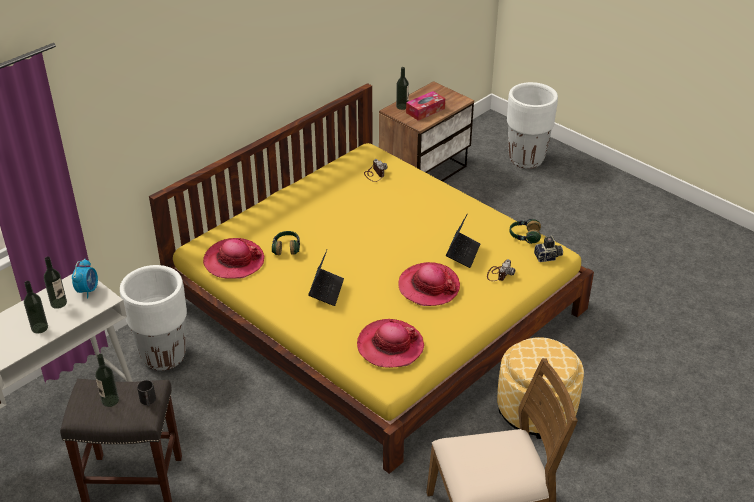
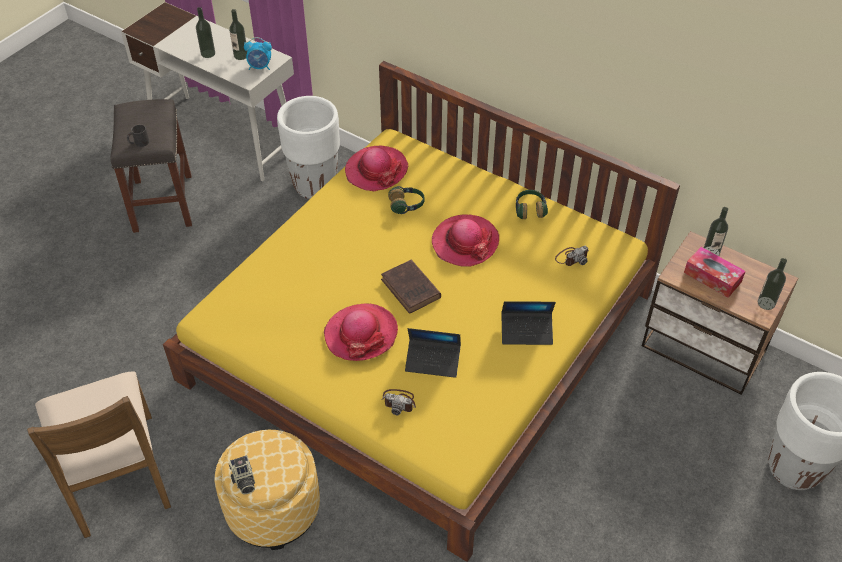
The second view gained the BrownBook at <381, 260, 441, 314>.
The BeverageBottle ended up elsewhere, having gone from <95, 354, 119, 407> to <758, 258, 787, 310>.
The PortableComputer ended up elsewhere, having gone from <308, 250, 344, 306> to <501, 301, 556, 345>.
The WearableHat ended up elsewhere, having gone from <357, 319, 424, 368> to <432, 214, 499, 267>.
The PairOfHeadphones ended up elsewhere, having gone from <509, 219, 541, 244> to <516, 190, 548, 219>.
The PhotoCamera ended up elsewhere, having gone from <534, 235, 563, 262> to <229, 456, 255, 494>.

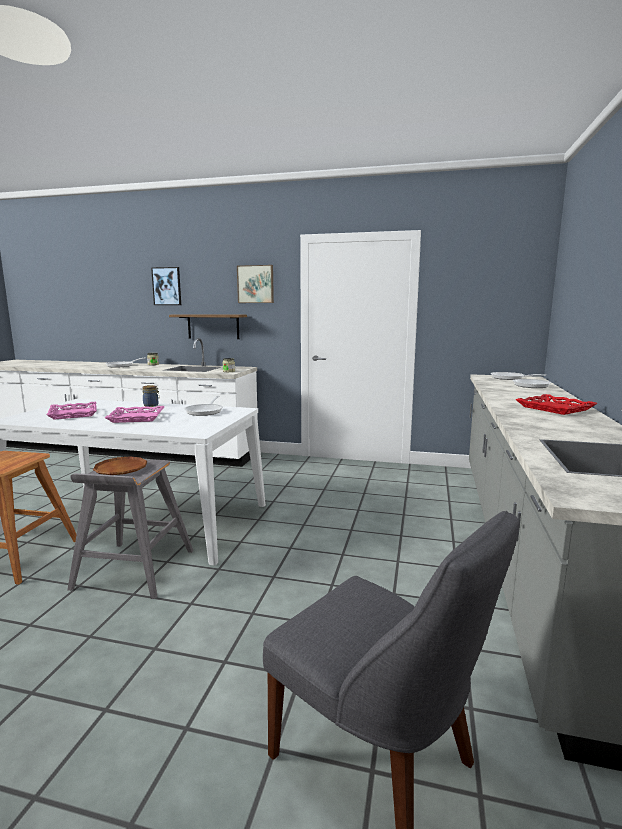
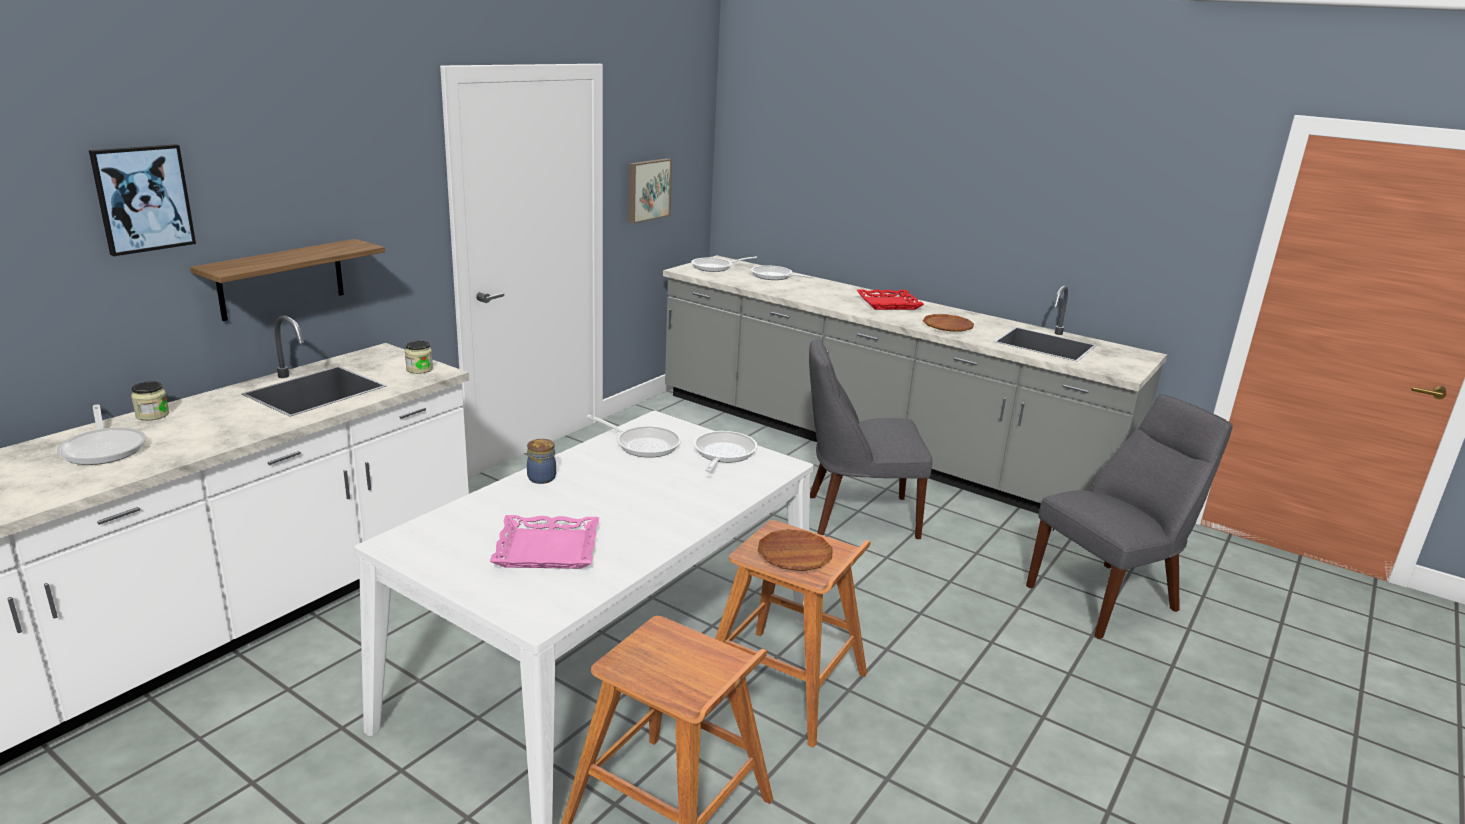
The second view lost the PinkishCarryingTray at <105, 406, 165, 423>.
The second view gained the Skillet at <693, 431, 757, 472>.
The second view gained the GrayPlainChair at <809, 339, 933, 539>.
The second view gained the BrownFlatDish at <923, 314, 974, 331>.
The Picture ended up elsewhere, having gone from <237, 265, 274, 303> to <629, 158, 672, 223>.
What was the GrayStoolSeat at <67, 459, 193, 599> turned into the BrownStoolSeat at <715, 520, 871, 748>.

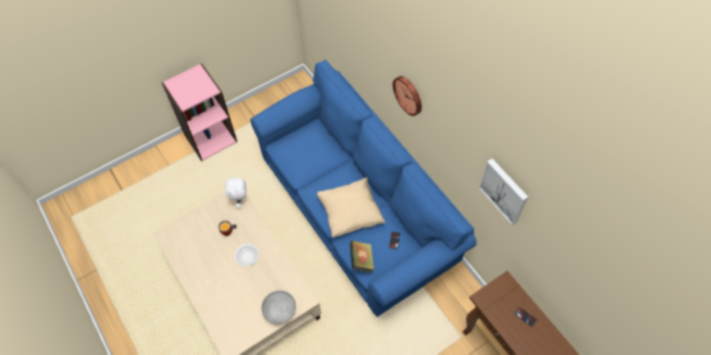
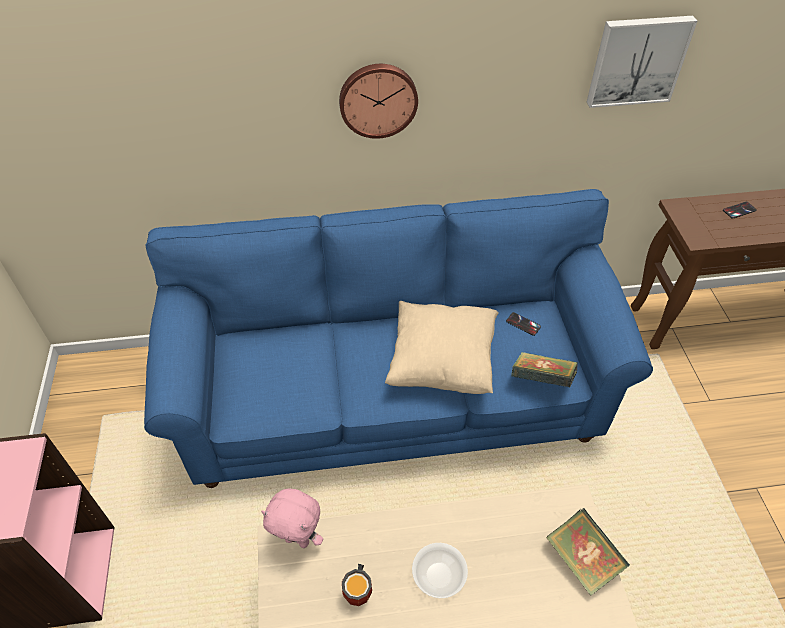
Where the GrayDeepDish stood at <261, 291, 296, 324>, the Book came to stand at <546, 508, 630, 596>.
What was the WhiteColouredCuddlyToy at <225, 177, 246, 208> turned into the PinkishCuddlyToy at <261, 488, 323, 548>.

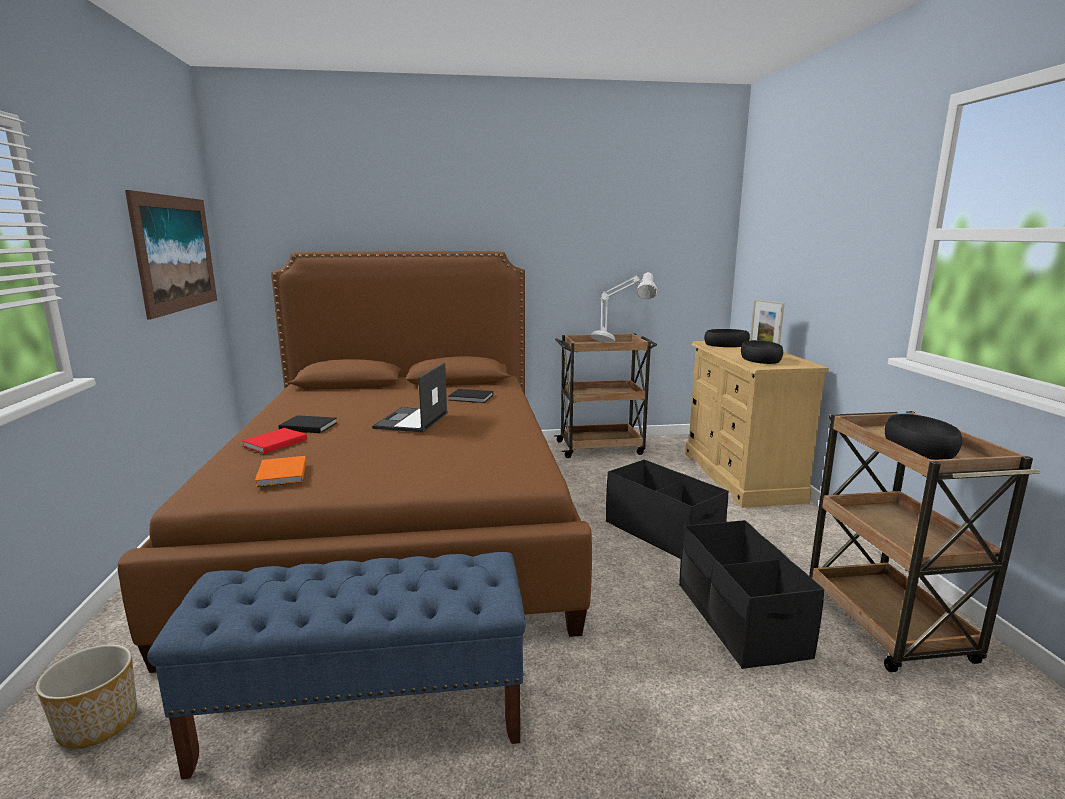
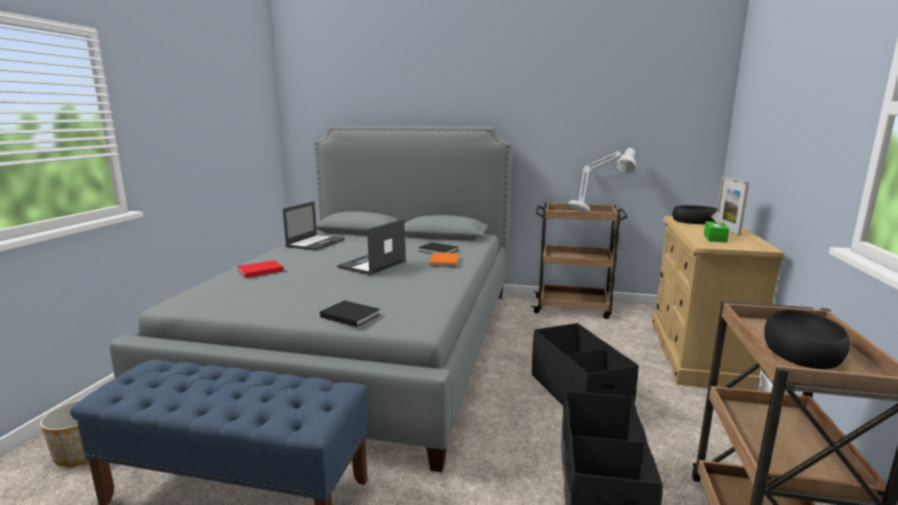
The second view lost the Picture at <125, 190, 217, 319>.
The second view gained the PortableComputer at <283, 201, 345, 251>.
The OrangeBook ended up elsewhere, having gone from <255, 456, 306, 487> to <430, 253, 458, 267>.
The BlackishBook ended up elsewhere, having gone from <279, 415, 337, 433> to <320, 300, 380, 327>.
Where the BlackishDeepDish stood at <741, 340, 783, 364>, the GreenColouredTissueBox came to stand at <704, 212, 729, 243>.
What was the BrownBed at <118, 251, 592, 673> turned into the GrayBed at <109, 126, 512, 472>.

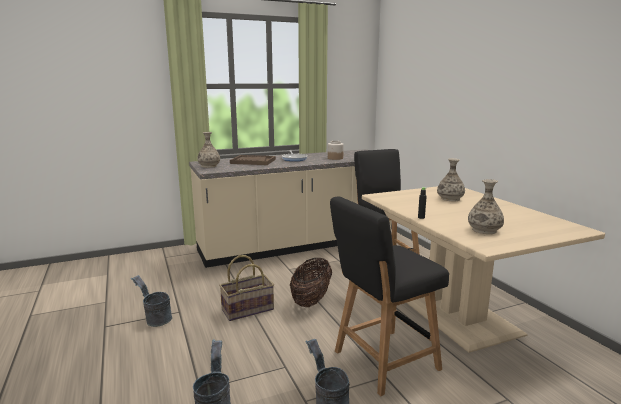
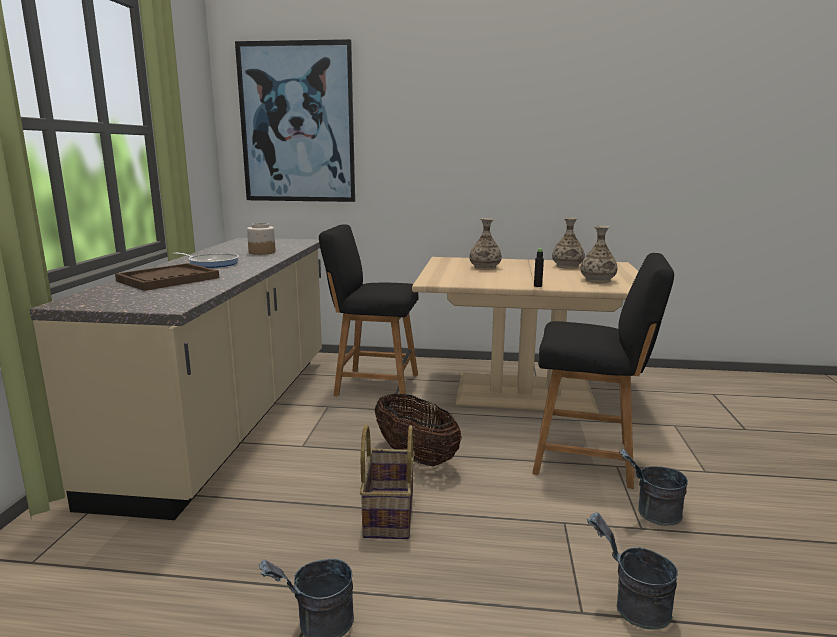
The second view gained the Picture at <235, 39, 355, 202>.
The DecorativeVase ended up elsewhere, having gone from <197, 132, 220, 168> to <552, 217, 585, 269>.
The BlackishPlainChair at <330, 197, 449, 396> ended up facing another way, 75 degrees counterclockwise from before.

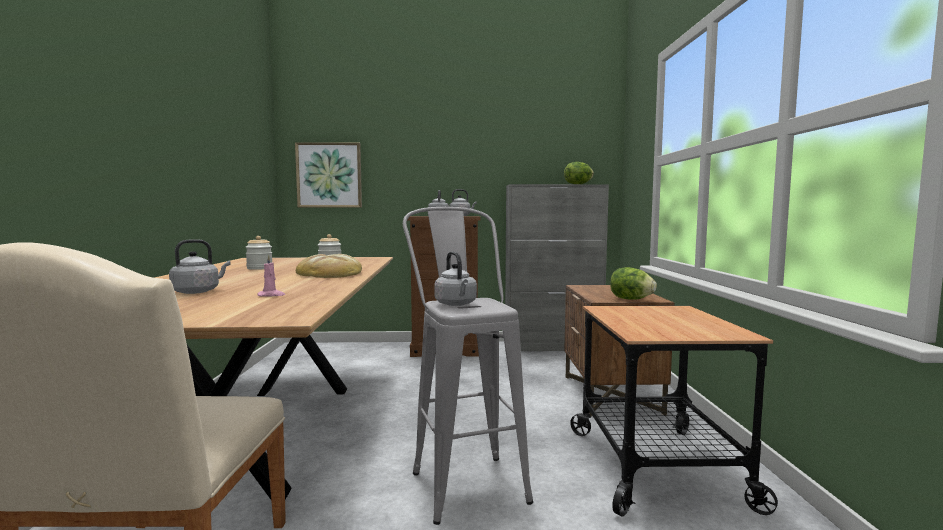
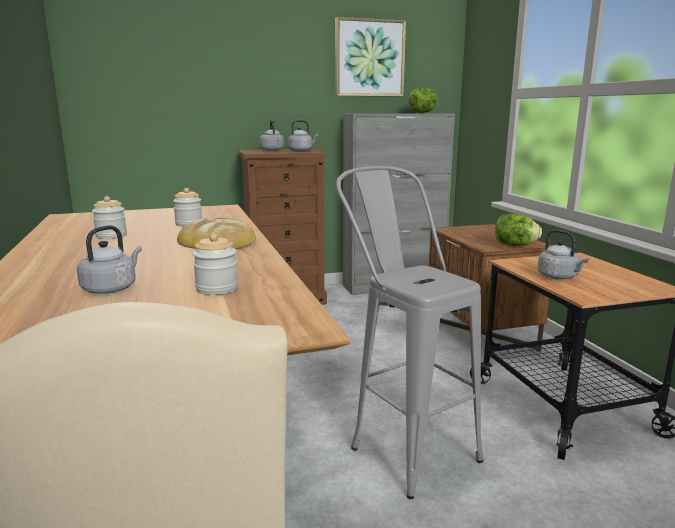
The Picture ended up elsewhere, having gone from <295, 142, 362, 208> to <335, 17, 406, 97>.
The GrayKettle ended up elsewhere, having gone from <434, 251, 477, 306> to <537, 229, 589, 280>.
Where the PinkishCandle stood at <258, 255, 285, 296>, the StorageJar came to stand at <193, 233, 238, 295>.

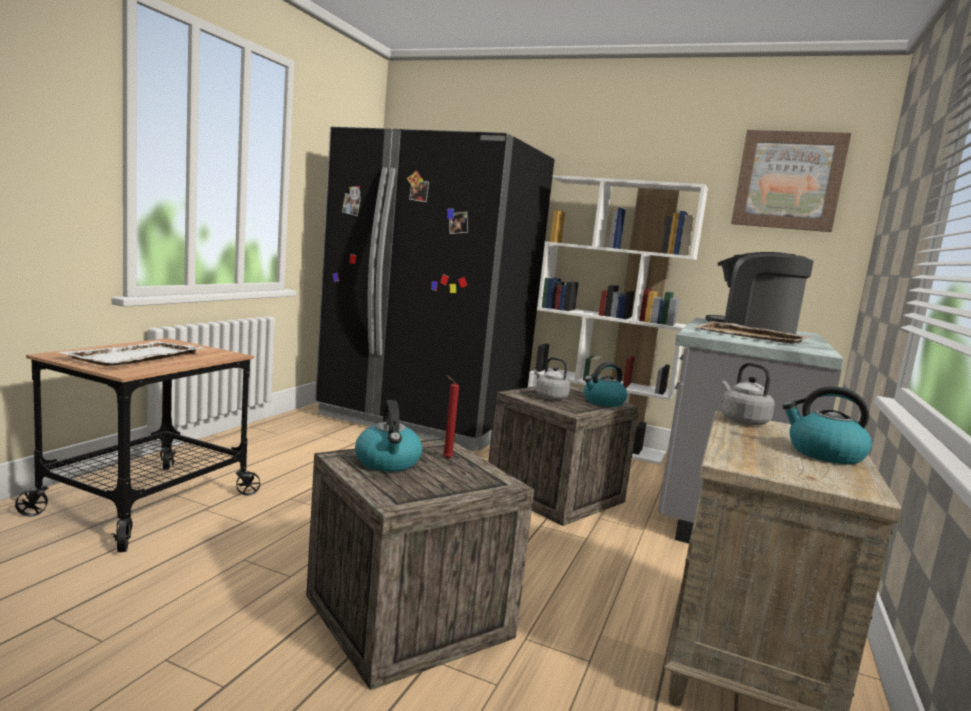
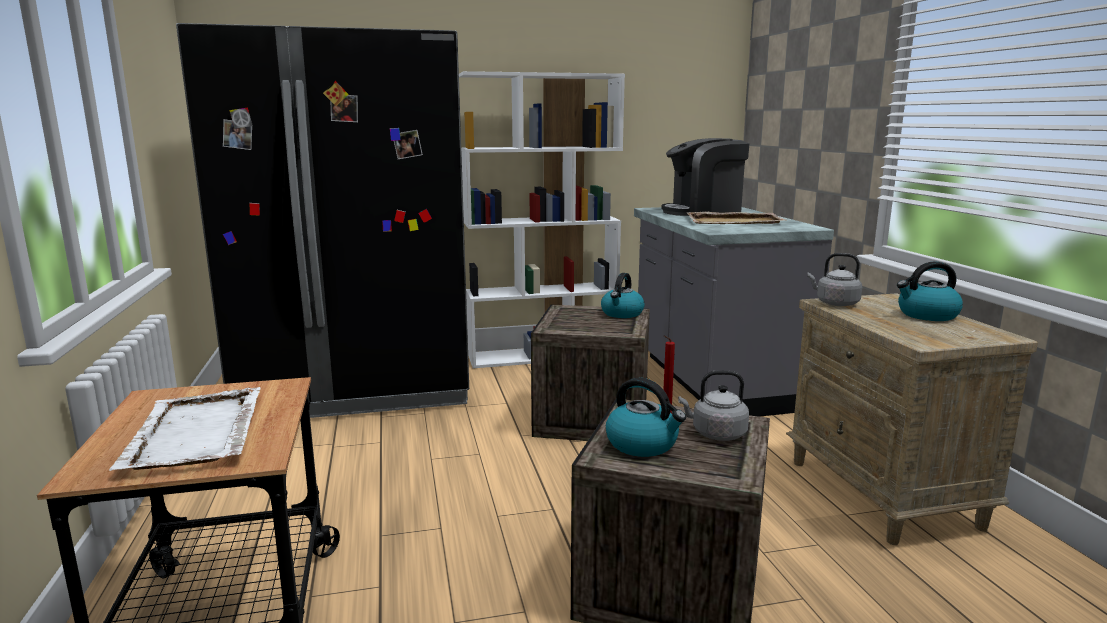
The second view lost the Picture at <731, 130, 851, 232>.
The GrayKettle ended up elsewhere, having gone from <534, 357, 570, 400> to <678, 370, 749, 441>.

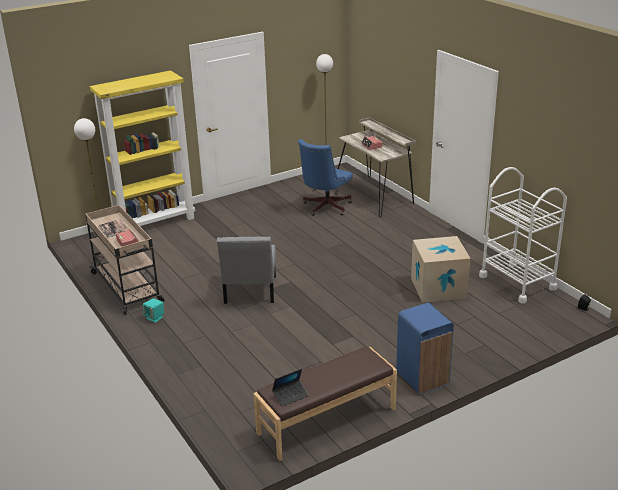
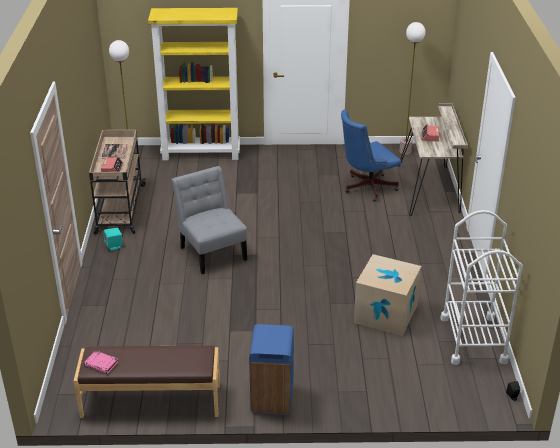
Where the PortableComputer stood at <272, 369, 309, 407>, the PinkishBook came to stand at <84, 351, 118, 374>.
The GrayPlainChair at <217, 236, 276, 304> ended up facing another way, 120 degrees clockwise from before.

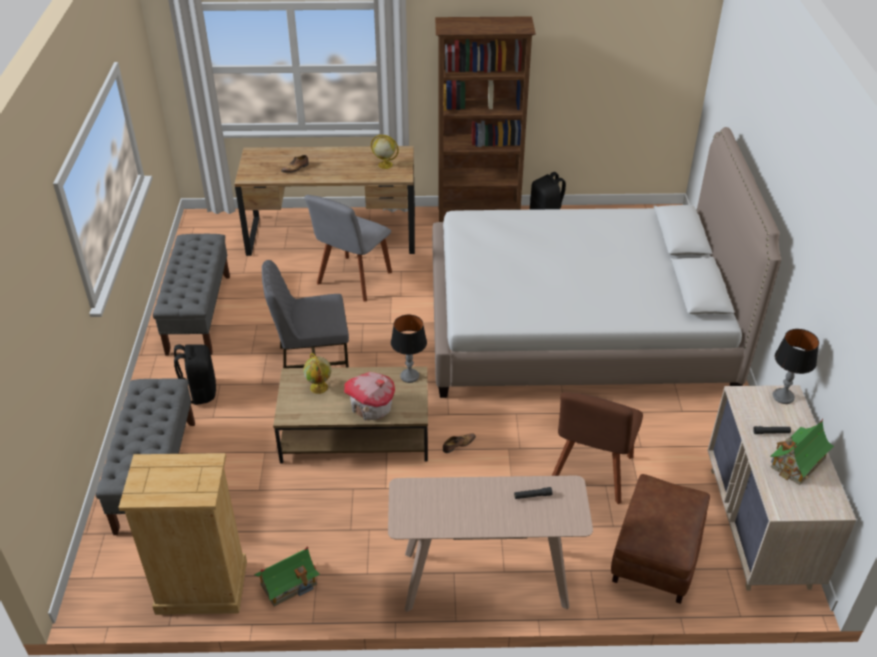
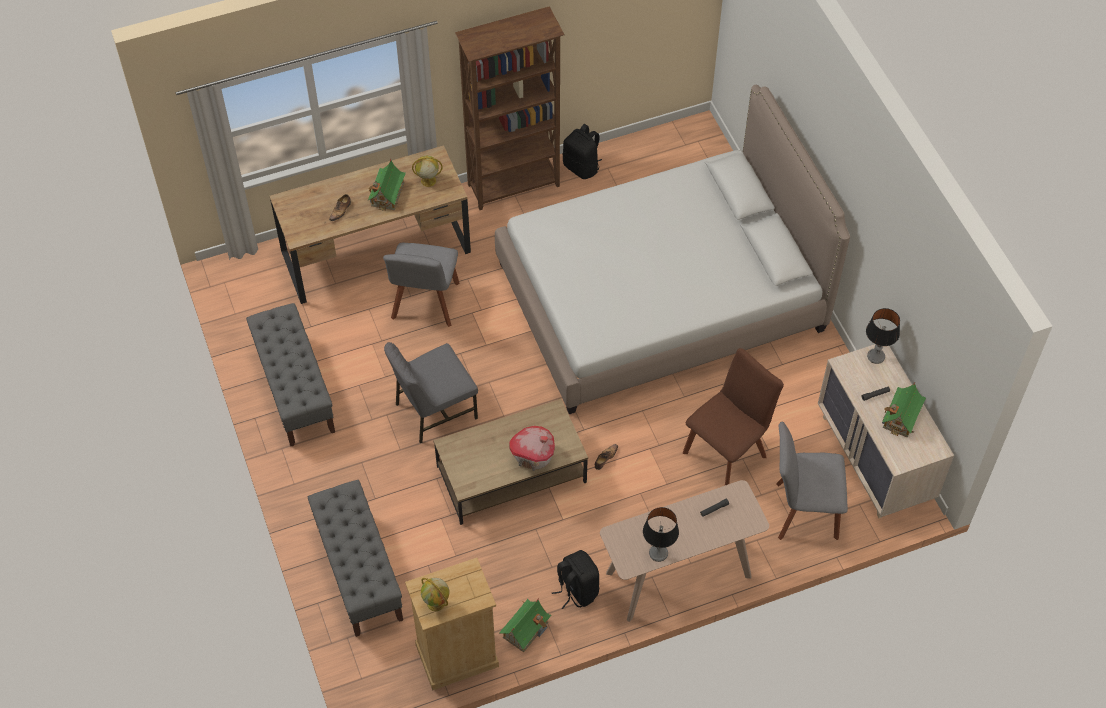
The second view gained the ToyHouse at <368, 159, 406, 211>.
The BlackishKnapsack ended up elsewhere, having gone from <174, 344, 216, 405> to <552, 550, 599, 609>.
The Globe ended up elsewhere, having gone from <303, 353, 331, 394> to <421, 578, 450, 611>.
The TabletopLamp ended up elsewhere, having gone from <391, 315, 427, 383> to <643, 507, 679, 562>.
Where the BrownFootrest stood at <611, 474, 710, 604>, the GrayPlainChair came to stand at <776, 422, 848, 540>.
The BrownPlainChair at <552, 392, 643, 504> ended up facing another way, 135 degrees counterclockwise from before.

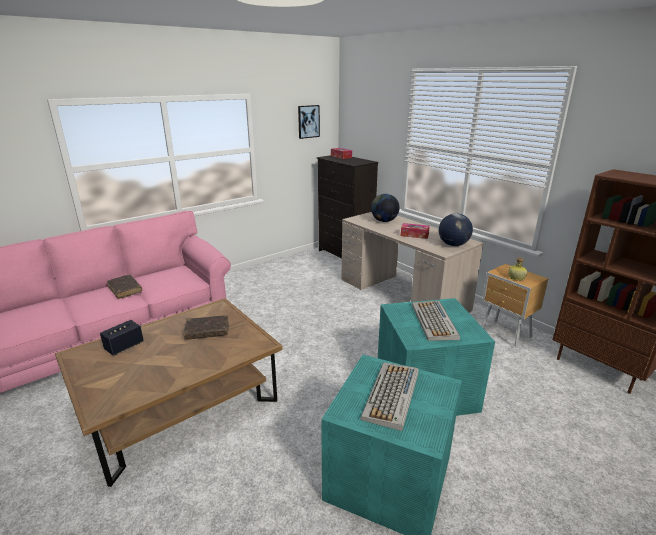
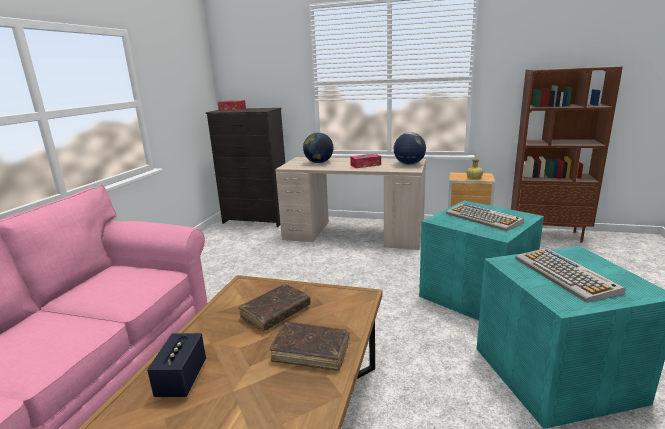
The second view lost the Picture at <298, 105, 320, 139>.
The BrownBook ended up elsewhere, having gone from <107, 275, 142, 299> to <270, 322, 350, 371>.

